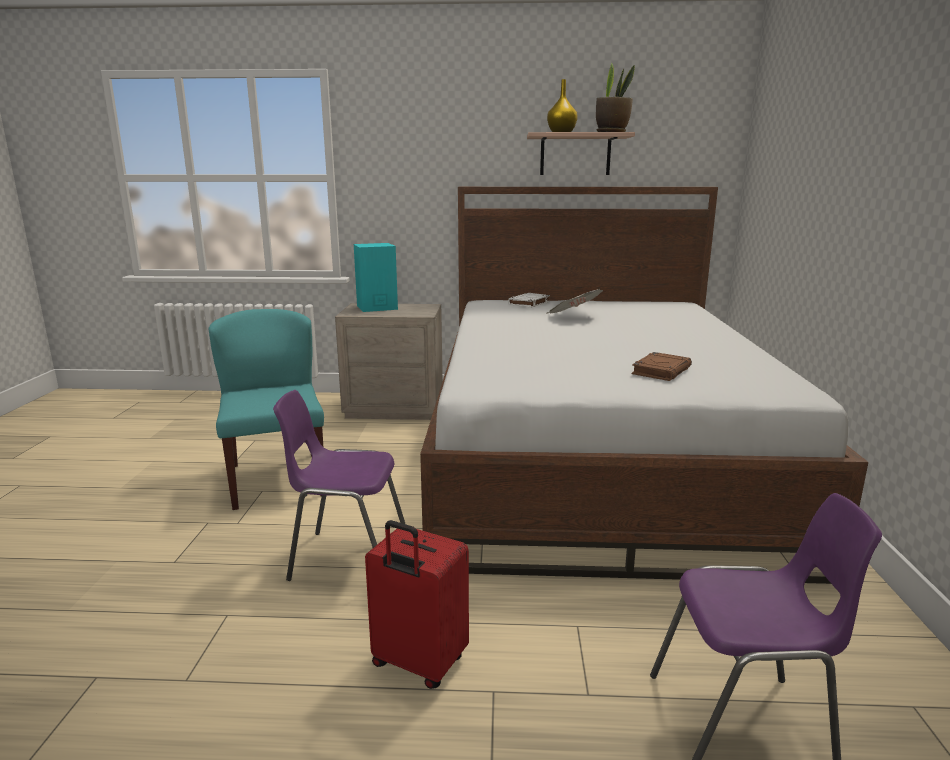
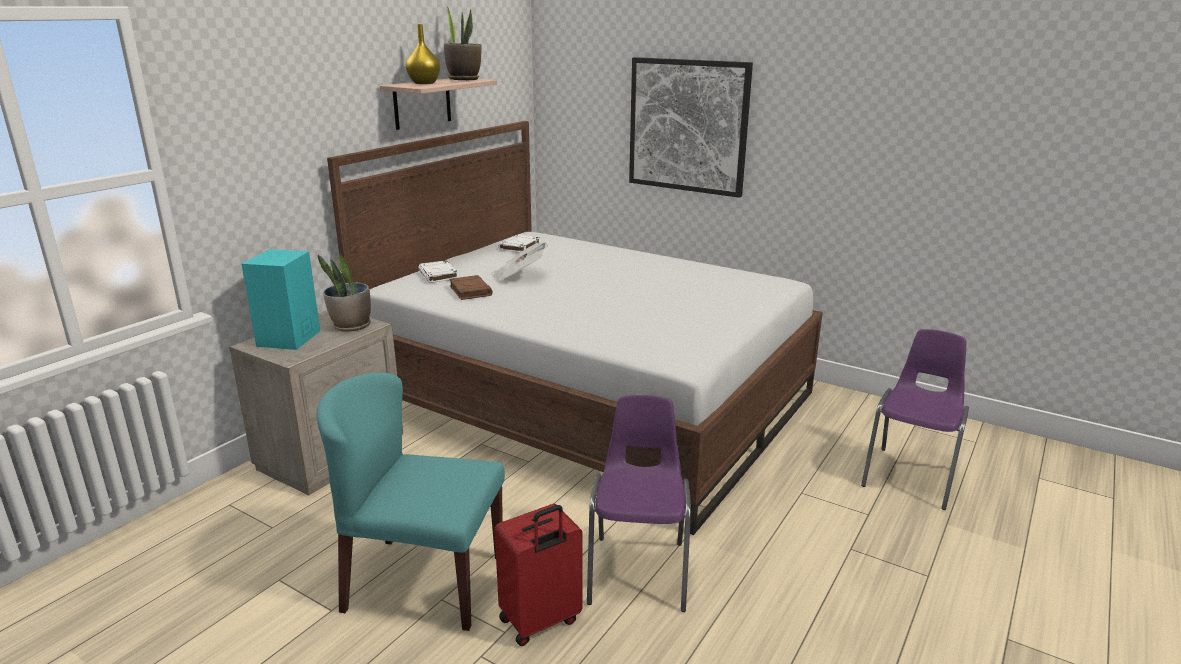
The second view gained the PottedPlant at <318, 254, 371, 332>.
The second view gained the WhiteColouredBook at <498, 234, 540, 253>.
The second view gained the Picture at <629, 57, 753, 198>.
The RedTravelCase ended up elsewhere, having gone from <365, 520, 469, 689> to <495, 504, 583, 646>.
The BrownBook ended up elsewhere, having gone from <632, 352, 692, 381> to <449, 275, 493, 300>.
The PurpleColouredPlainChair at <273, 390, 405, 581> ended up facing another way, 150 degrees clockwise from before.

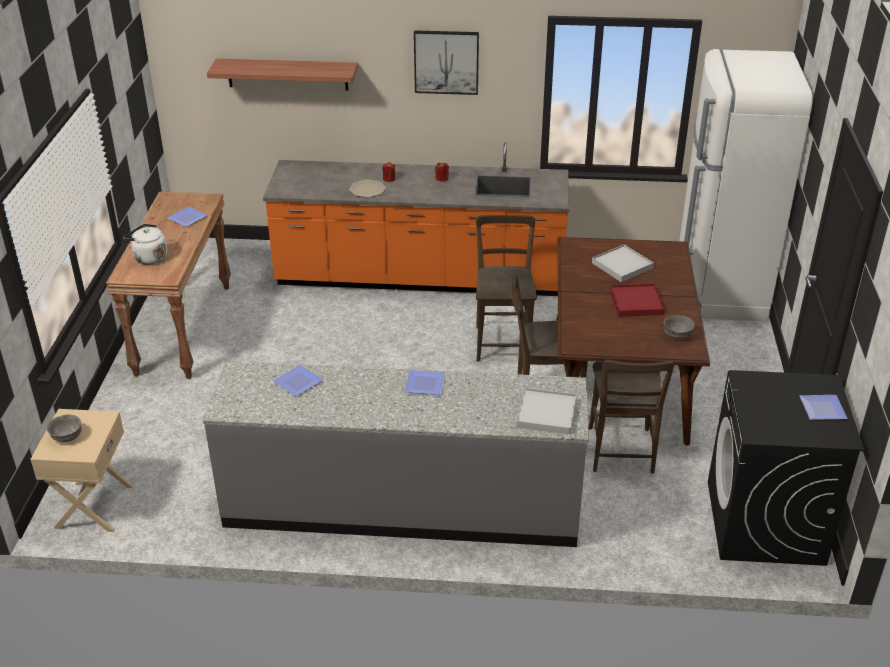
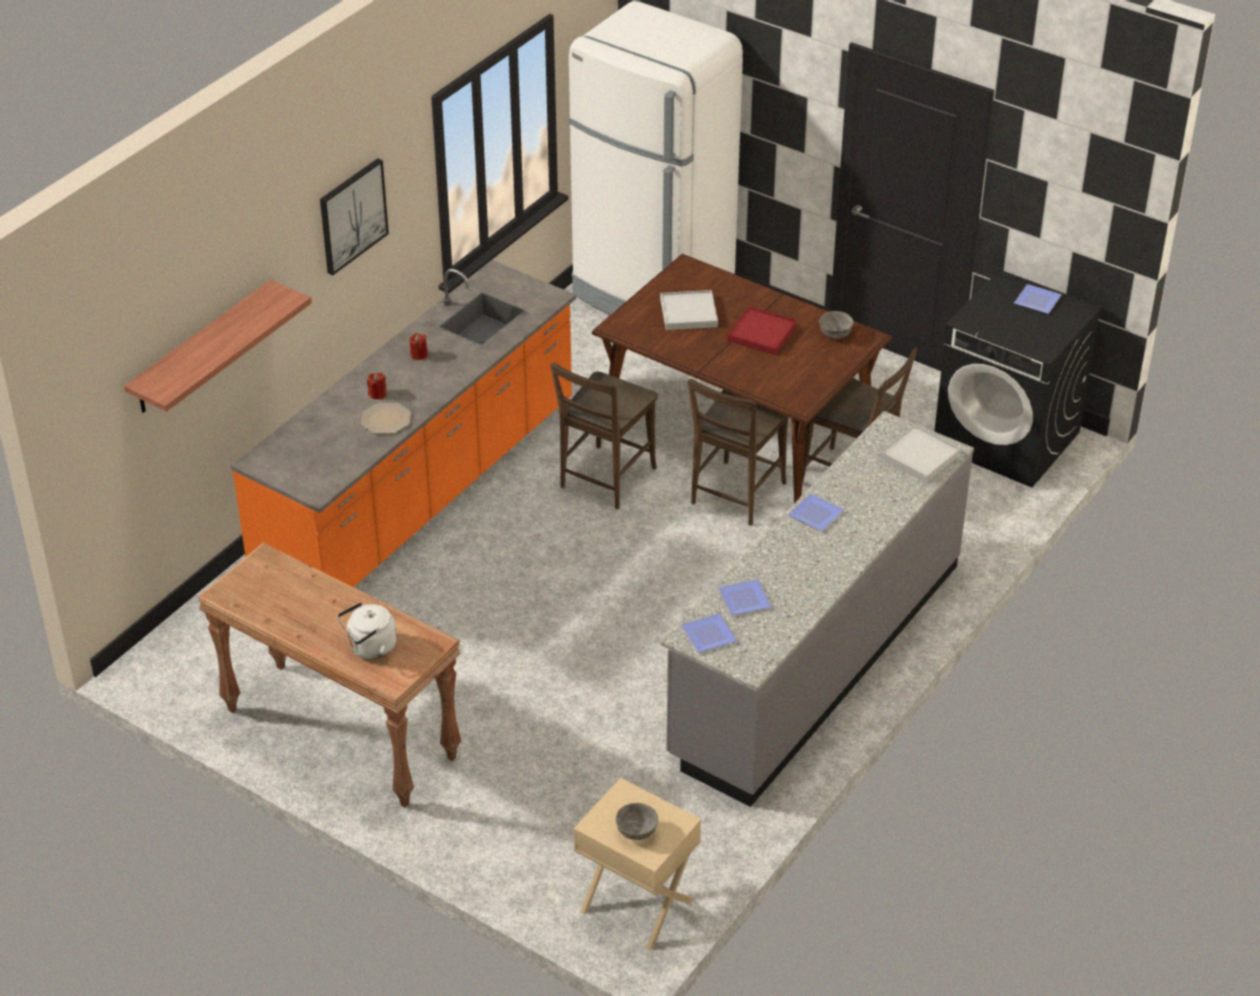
The FlatDish ended up elsewhere, having gone from <167, 206, 208, 227> to <681, 613, 738, 653>.
The BrownPlainChair at <476, 215, 537, 362> ended up facing another way, 90 degrees counterclockwise from before.

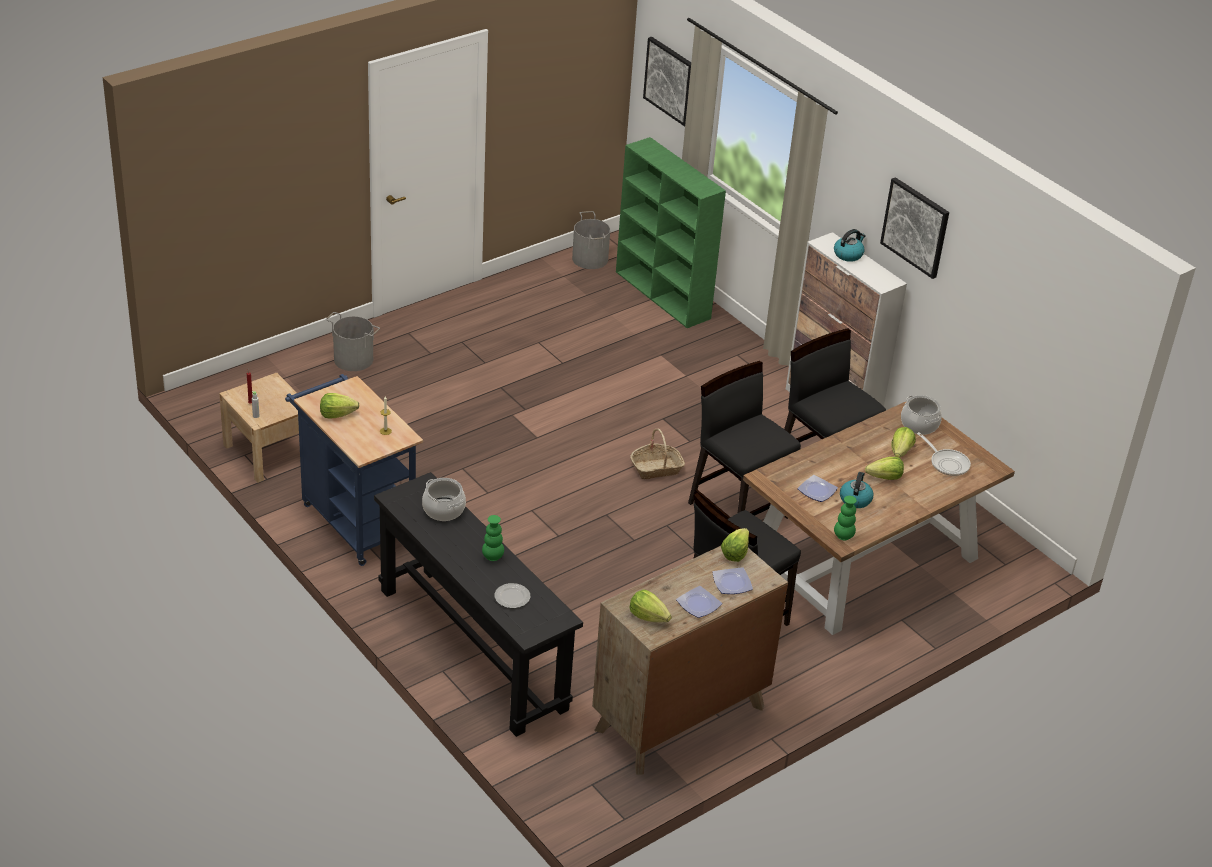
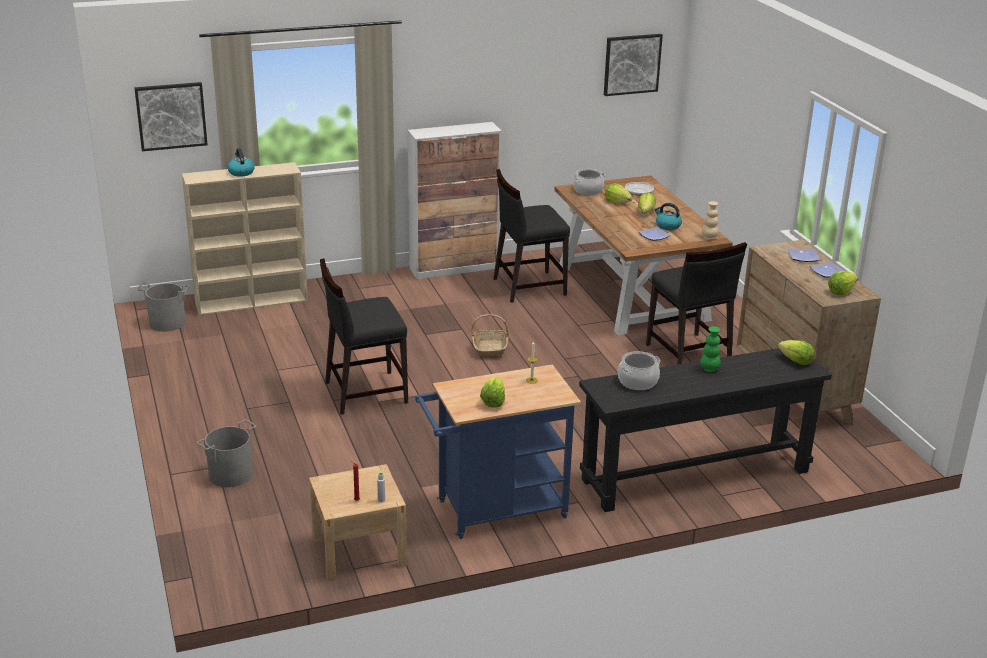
The second view lost the FlatDish at <494, 583, 530, 608>.
The BlackishPlainChair ended up elsewhere, having gone from <688, 361, 801, 519> to <320, 259, 408, 415>.
The HeadOfLettuce ended up elsewhere, having gone from <721, 528, 749, 562> to <778, 340, 815, 365>.
The Kettle ended up elsewhere, having gone from <834, 229, 866, 262> to <228, 148, 255, 177>.
The Picture ended up elsewhere, having gone from <880, 177, 949, 279> to <604, 34, 663, 96>.
What was the GreenColouredBookshelf at <616, 137, 726, 328> turned into the BeigeColouredBookshelf at <182, 162, 308, 315>.
What was the GreenColouredDecorativeVase at <834, 496, 857, 540> turned into the BeigeColouredDecorativeVase at <702, 201, 719, 239>.

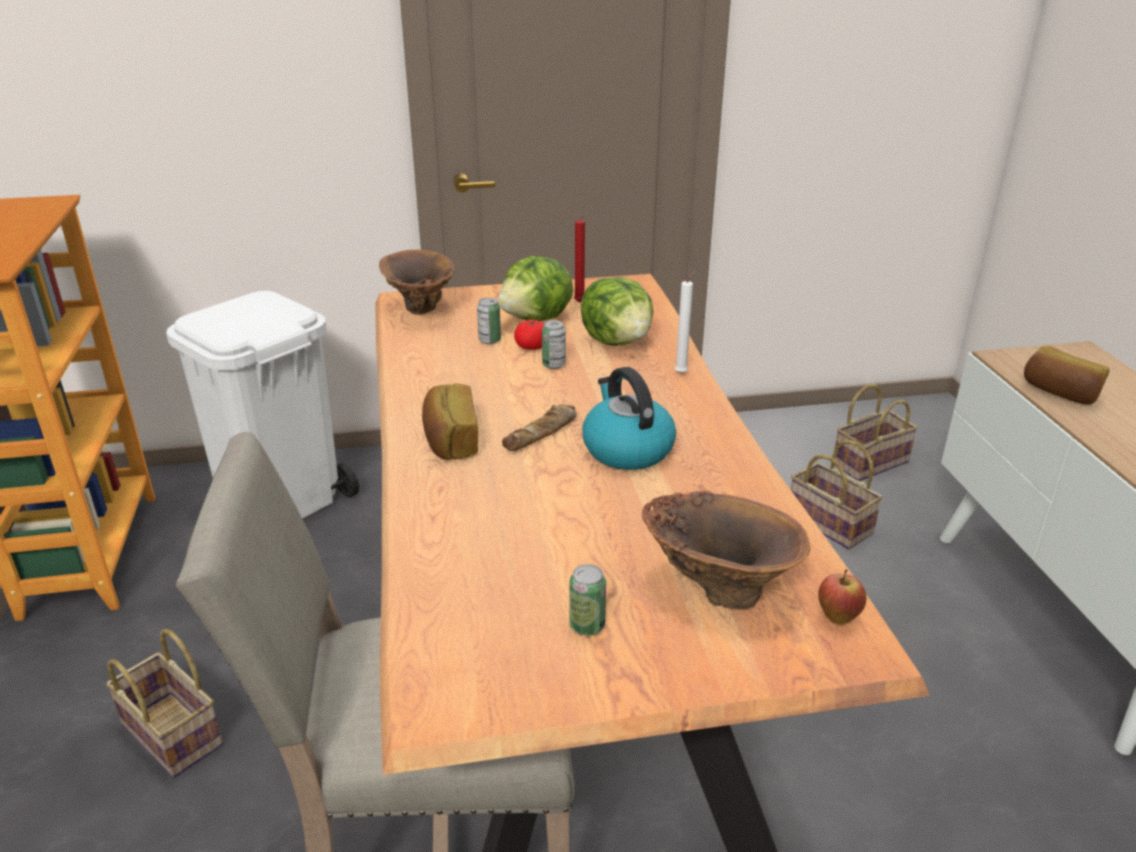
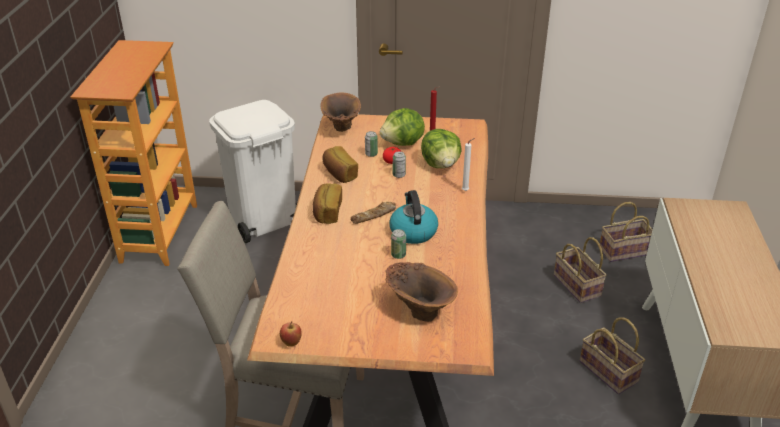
The StorageBasket ended up elsewhere, having gone from <106, 629, 223, 778> to <580, 317, 645, 394>.
The Can ended up elsewhere, having gone from <569, 564, 606, 636> to <391, 229, 406, 259>.
The AppleFruit ended up elsewhere, having gone from <818, 569, 866, 624> to <280, 321, 302, 347>.
The BakeryBread ended up elsewhere, having gone from <1024, 346, 1110, 404> to <322, 146, 358, 183>.

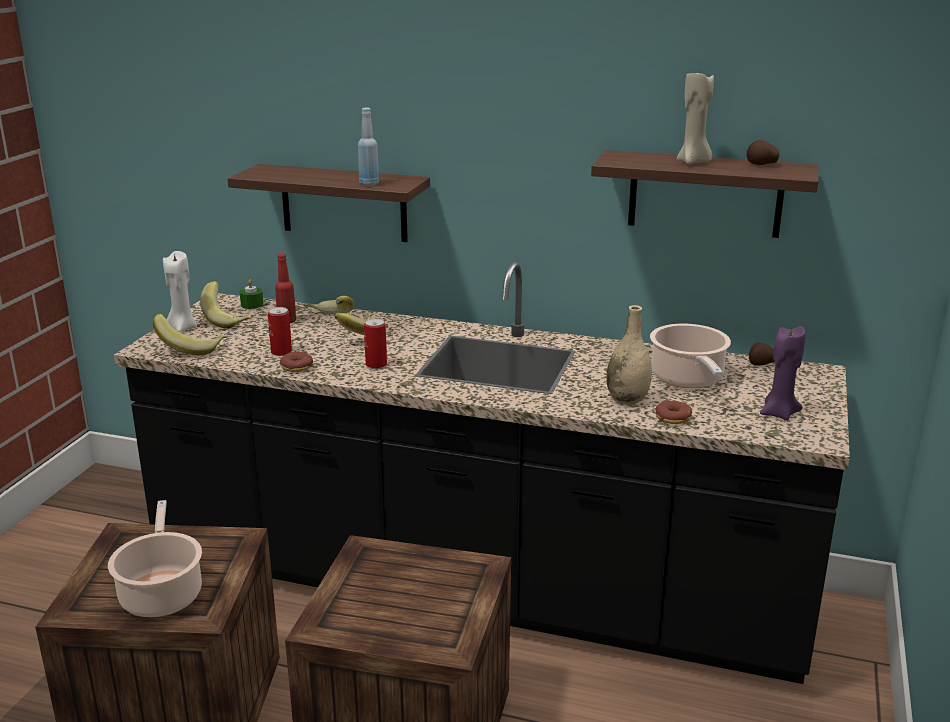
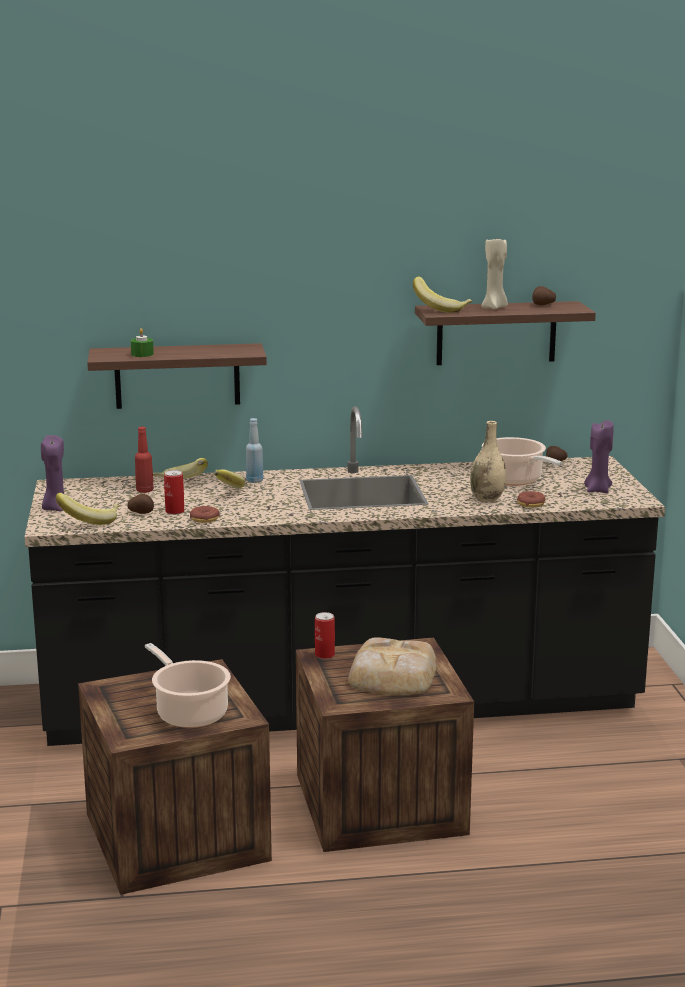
The second view gained the Potato at <127, 494, 154, 514>.
The second view gained the BakeryBread at <348, 637, 437, 695>.
The WholeBanana ended up elsewhere, having gone from <200, 281, 251, 328> to <413, 276, 472, 313>.
The GreenColouredCandle ended up elsewhere, having gone from <240, 280, 263, 309> to <131, 328, 154, 357>.
The BluishBeverageBottle ended up elsewhere, having gone from <358, 108, 379, 186> to <246, 418, 263, 483>.
The Can ended up elsewhere, having gone from <364, 318, 387, 369> to <315, 612, 335, 659>.
What was the WhiteColouredCandle at <163, 251, 197, 332> turned into the PurpleColouredCandle at <41, 435, 64, 511>.

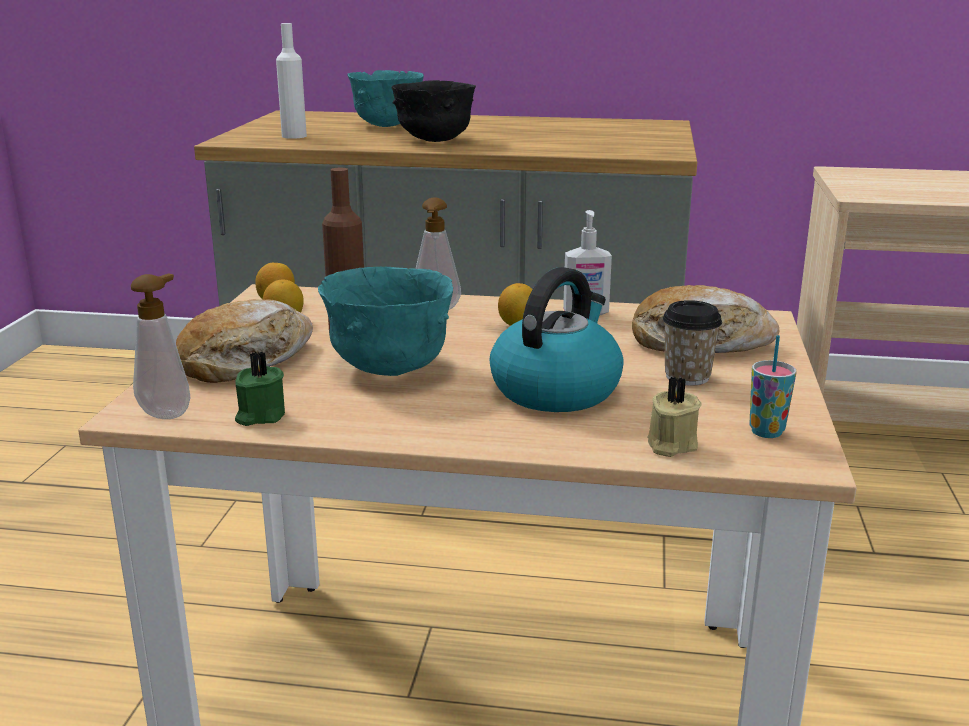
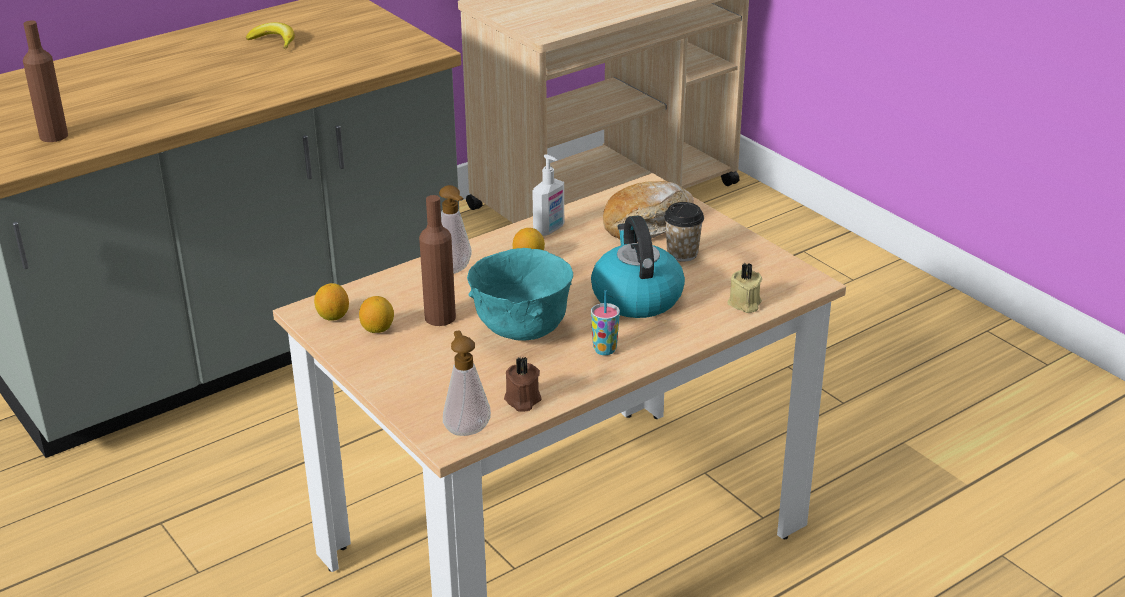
The second view lost the BakeryBread at <176, 299, 313, 383>.
The second view lost the BlueGreenDeepDish at <347, 70, 424, 127>.
The second view lost the BlackishDeepDish at <392, 80, 476, 142>.
The second view gained the WholeBanana at <246, 22, 295, 49>.
The SmallCup ended up elsewhere, having gone from <749, 335, 796, 438> to <591, 290, 620, 355>.
What was the GreenColouredCandle at <235, 351, 285, 426> turned into the BrownCandle at <504, 356, 541, 412>.
What was the WhiteColouredBeverageBottle at <276, 23, 307, 139> turned into the BrownBeverageBottle at <23, 21, 68, 142>.

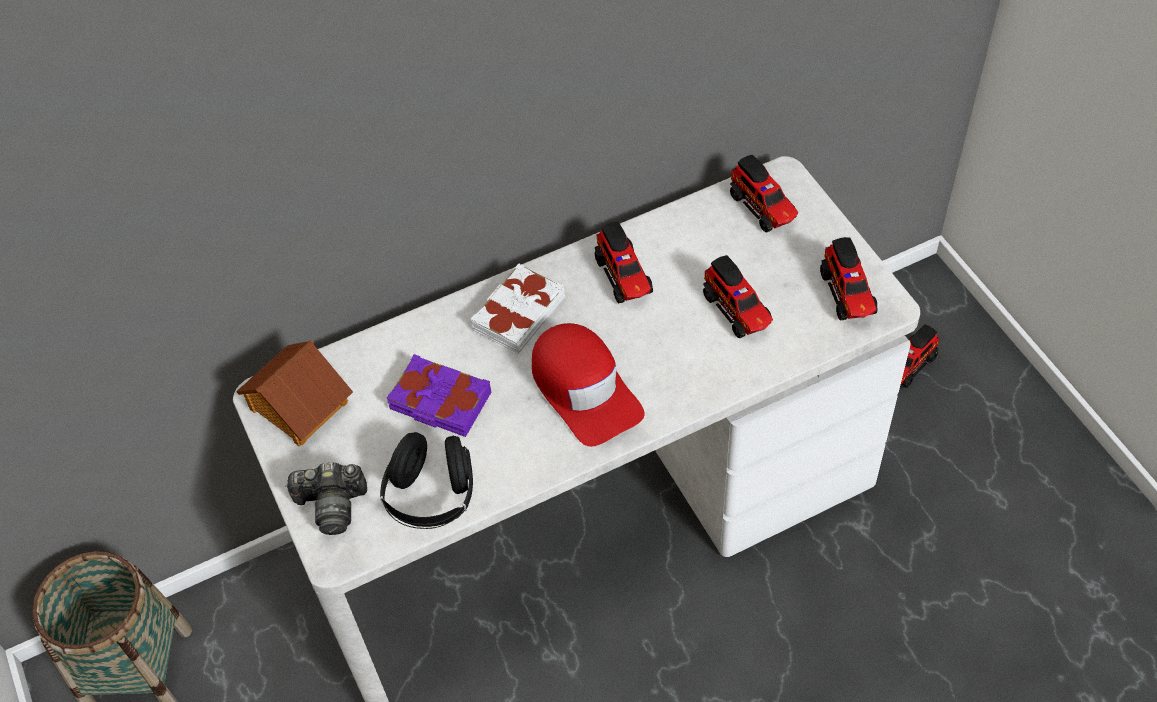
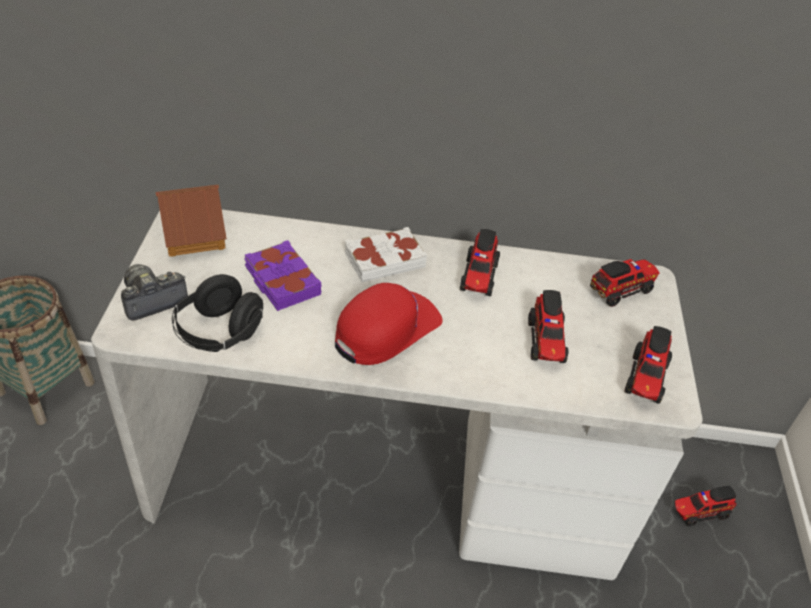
The PhotoCamera at <285, 462, 367, 535> ended up facing another way, 120 degrees clockwise from before.
The RedPeakedCap at <532, 323, 645, 447> ended up facing another way, 135 degrees counterclockwise from before.
The ToyLorry at <730, 155, 798, 233> ended up facing another way, 120 degrees counterclockwise from before.

